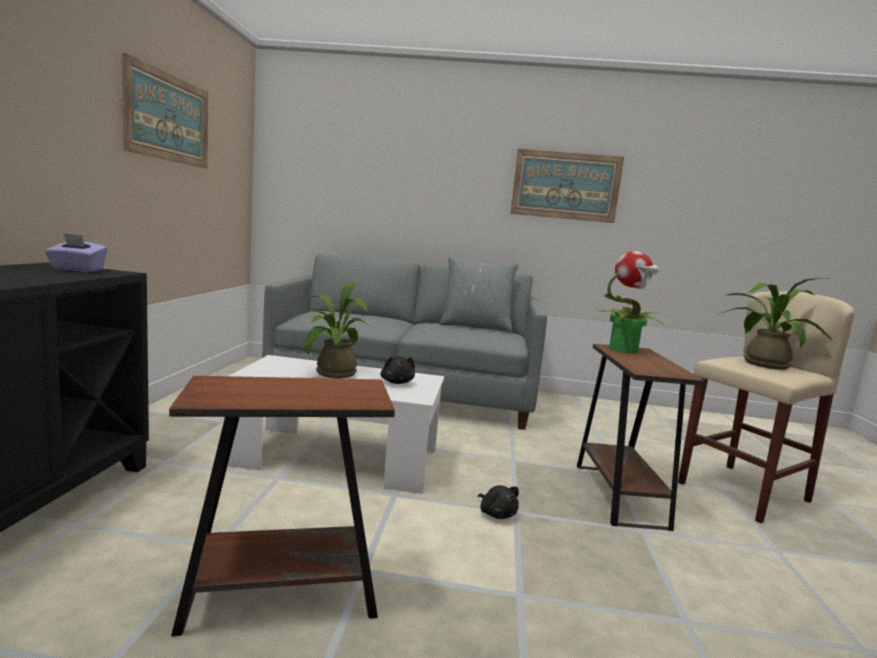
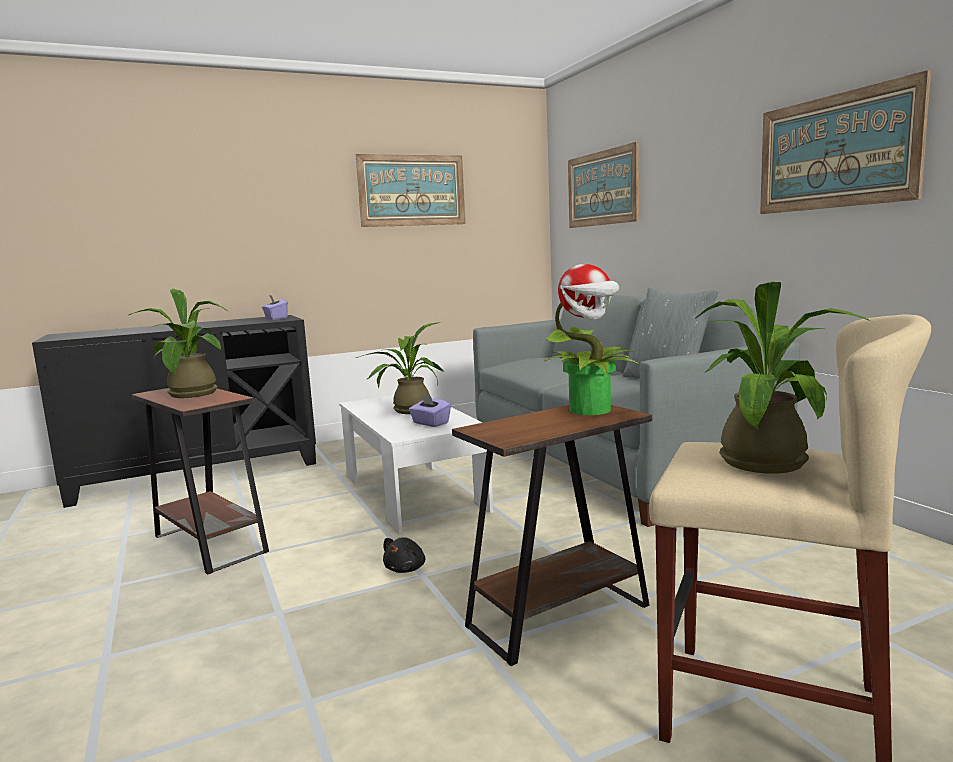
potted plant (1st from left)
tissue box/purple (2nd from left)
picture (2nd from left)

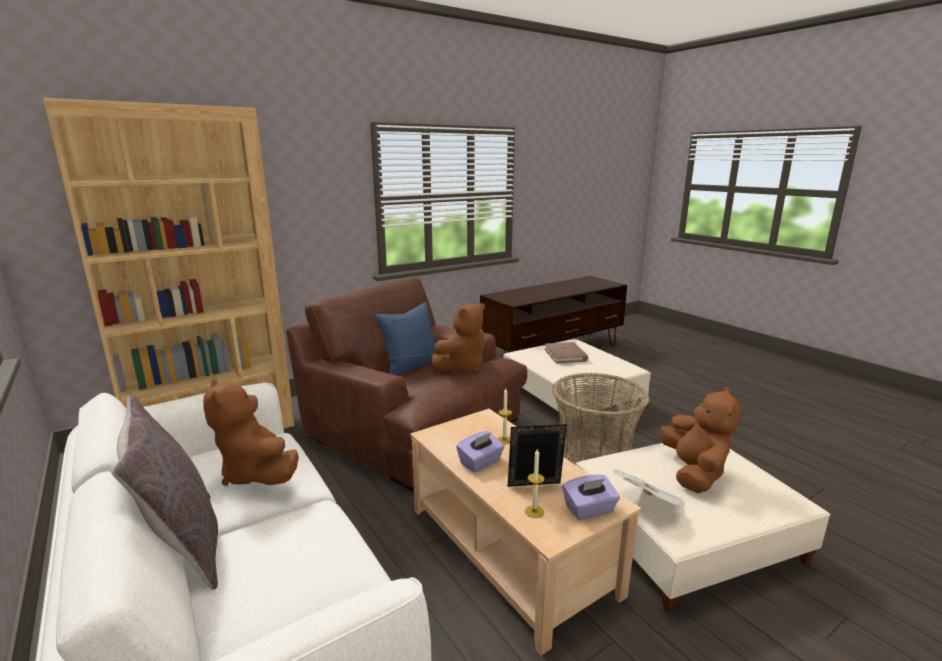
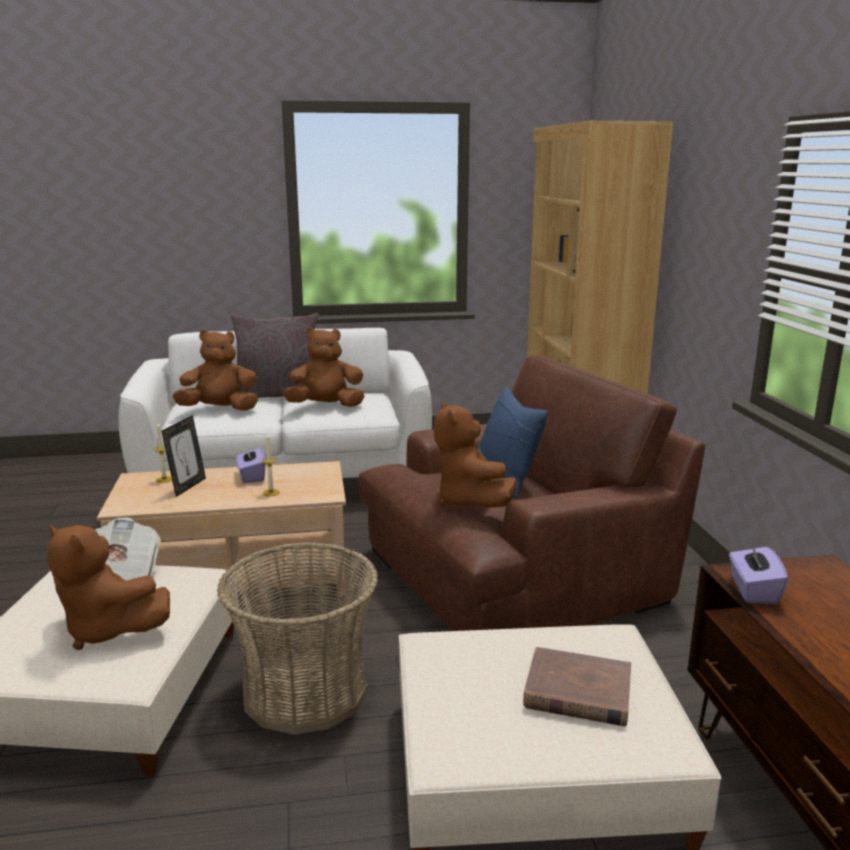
plush toy/brown (2nd from left)
tissue box/purple (2nd from left)

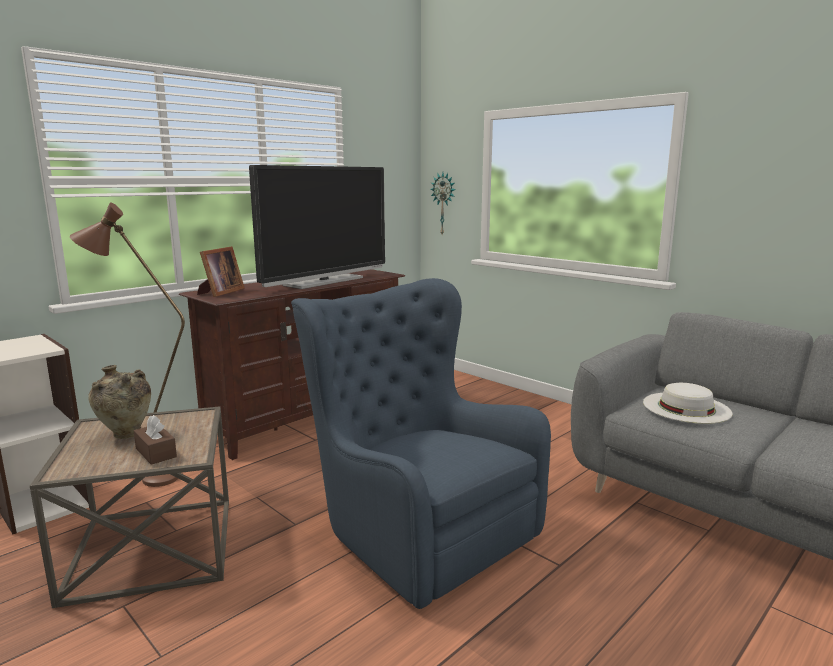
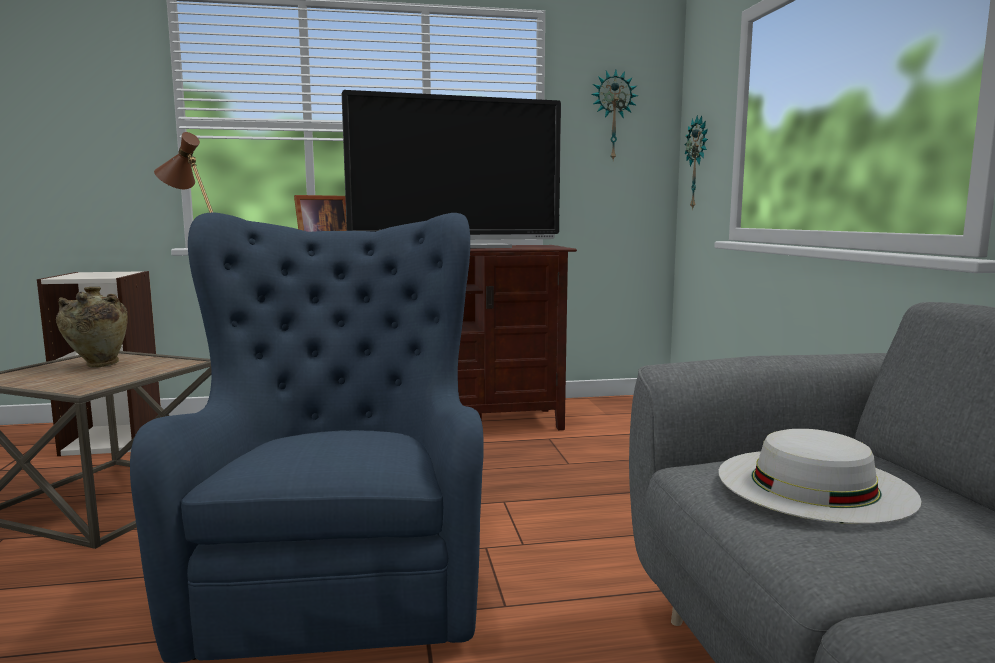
wall clock (1st from left)
tissue box/brown

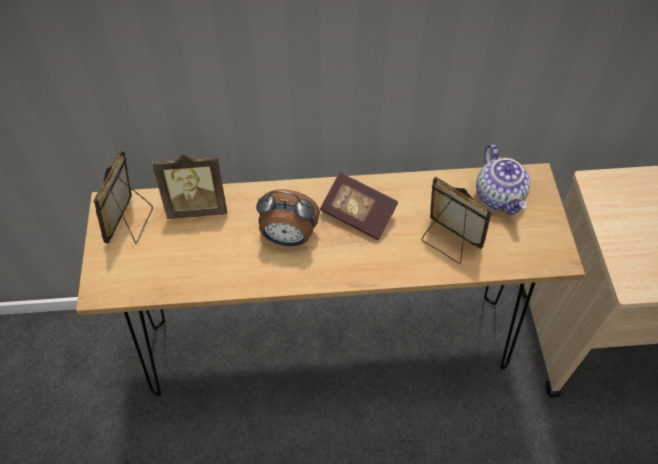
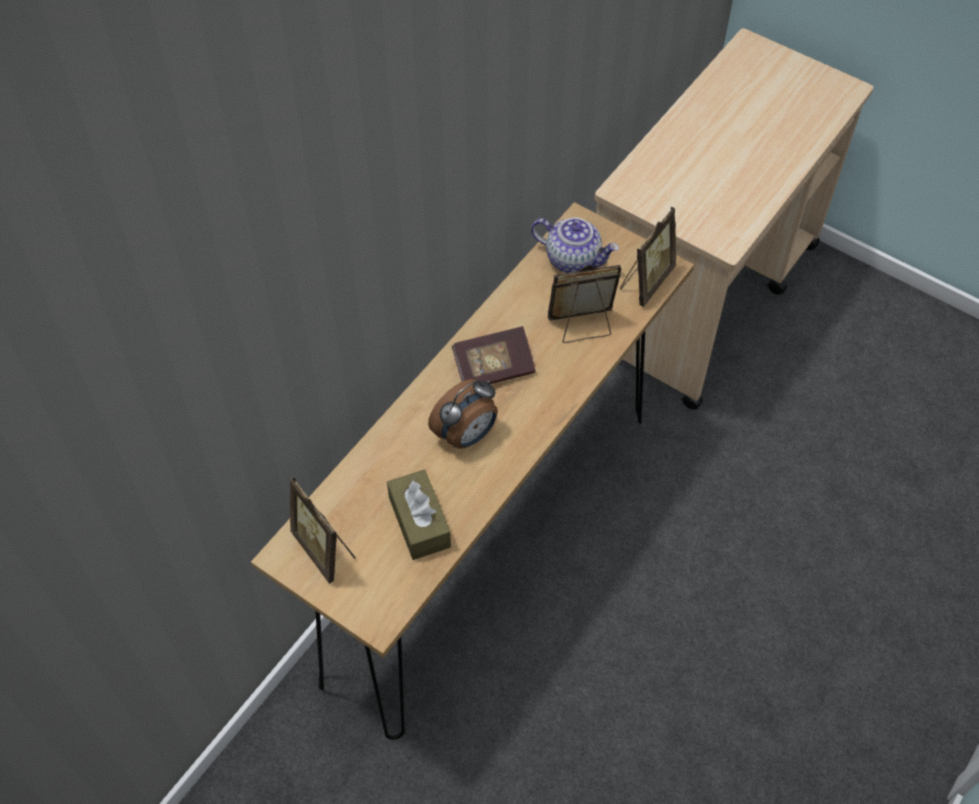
tissue box/brown
picture frame (3rd from left)

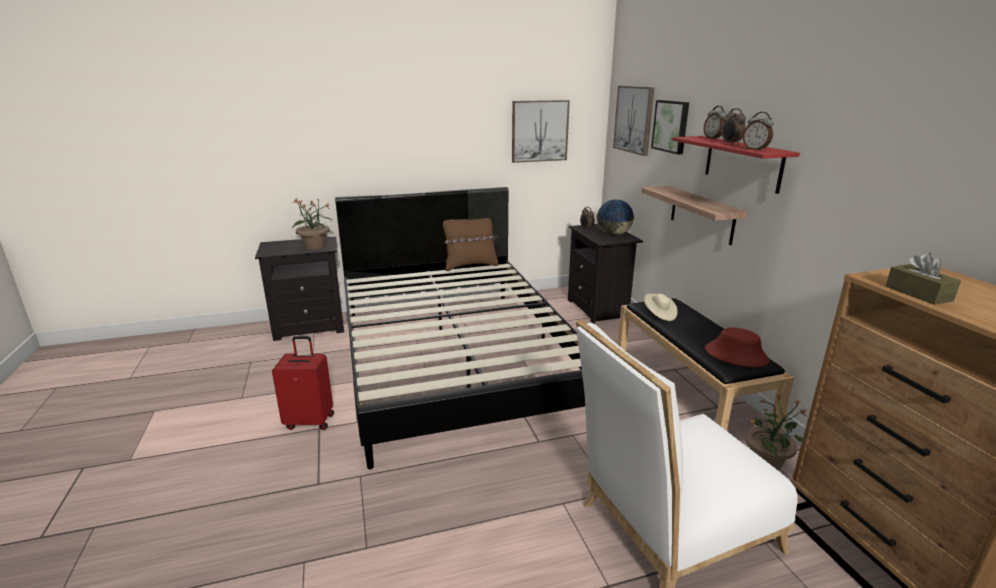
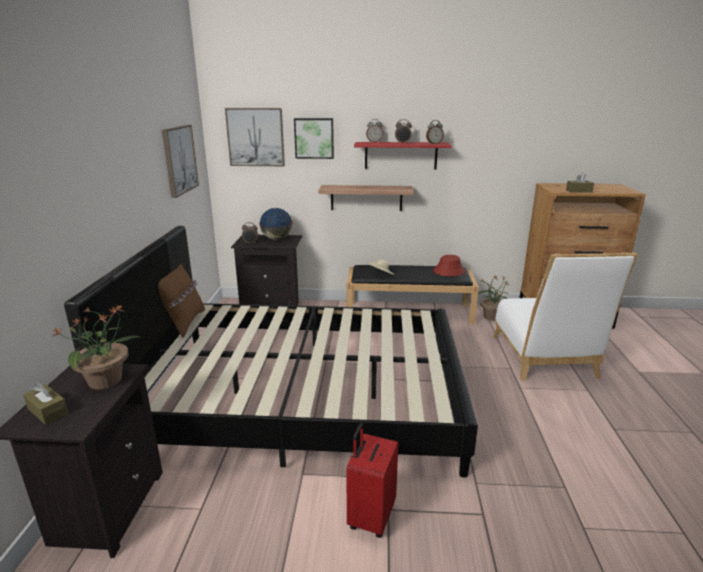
tissue box/brown (1st from left)

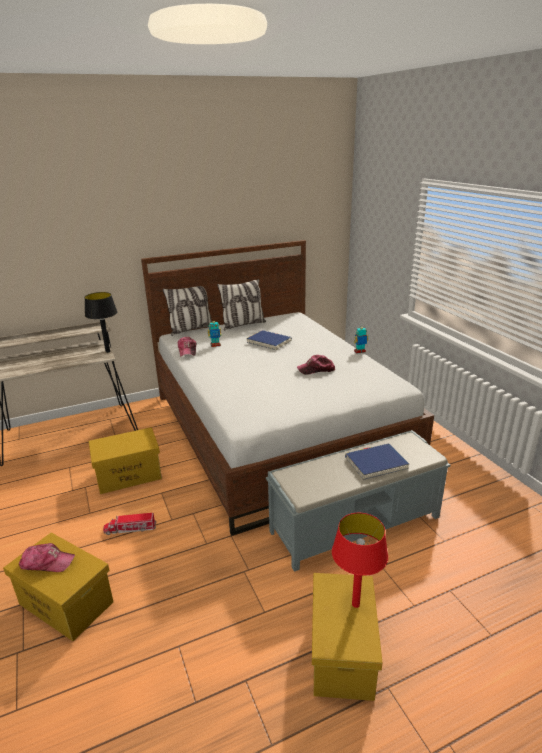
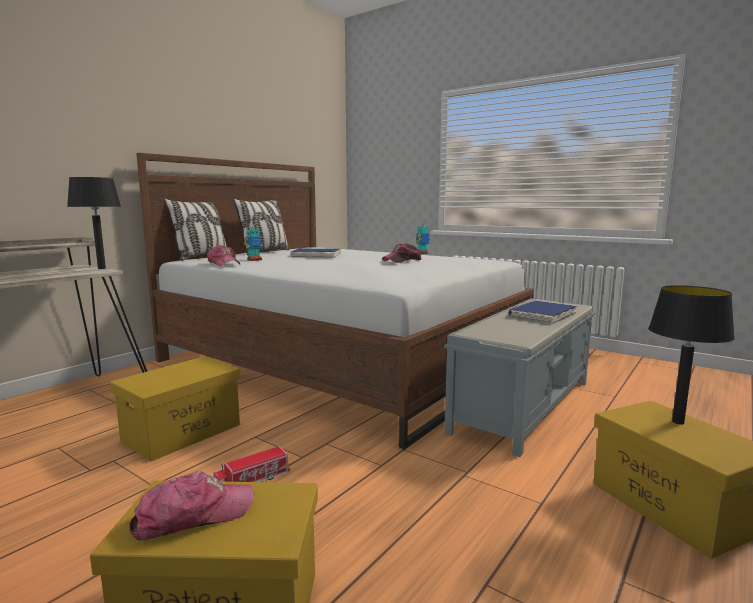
table lamp/black (2nd from left)

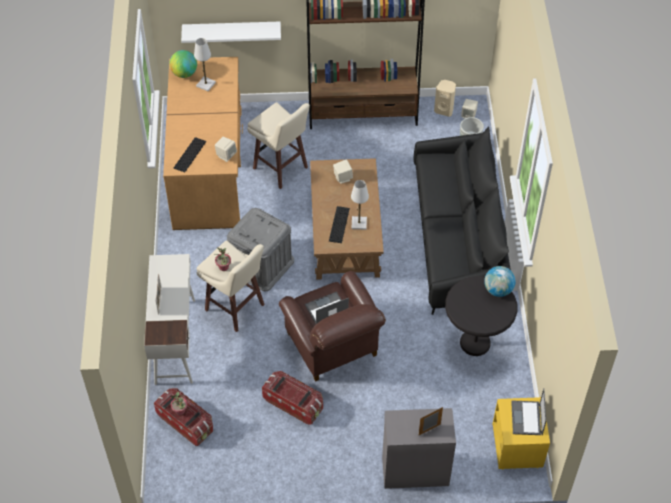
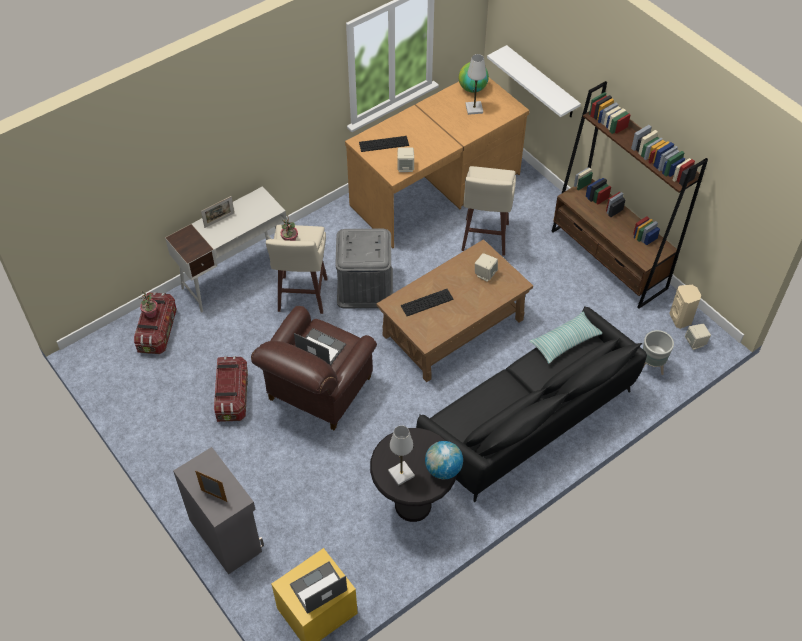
table lamp/white (1st from left)
pillow

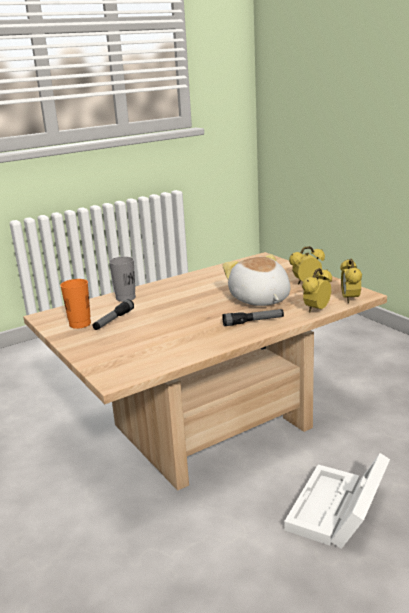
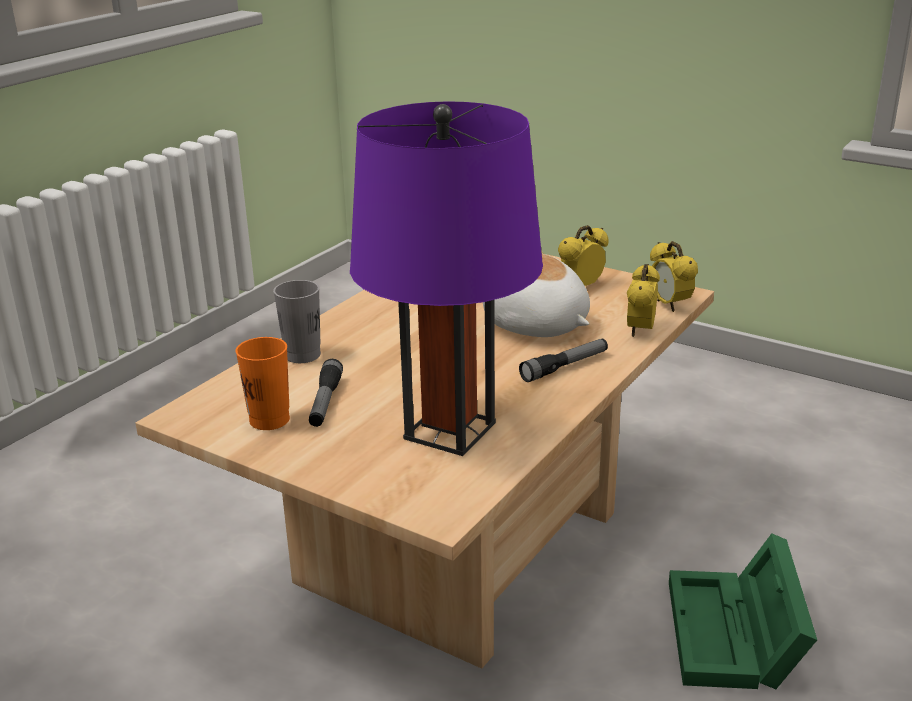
table lamp/purple
storage box/green

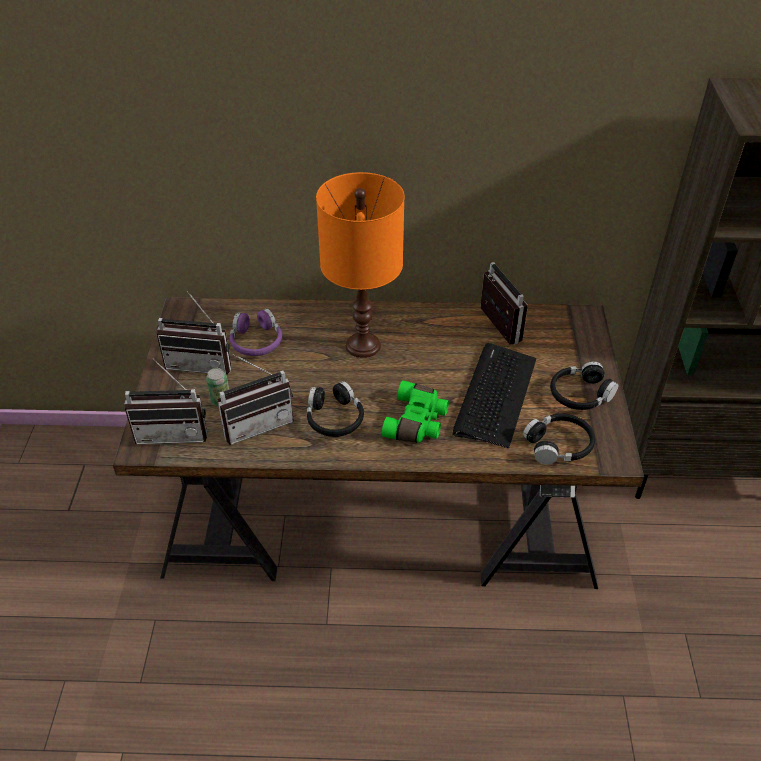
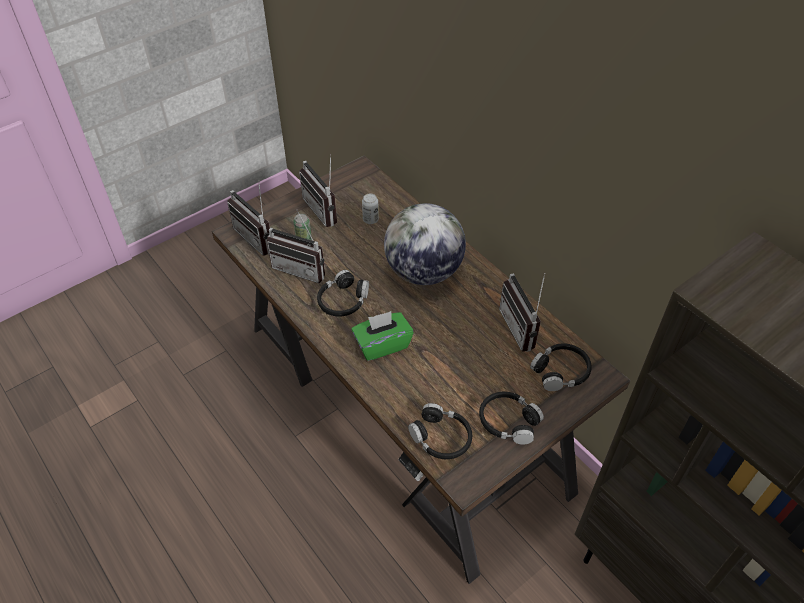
tissue box/green
can (2nd from left)
globe
radio (4th from left)
headphones/black (4th from left)
keyboard

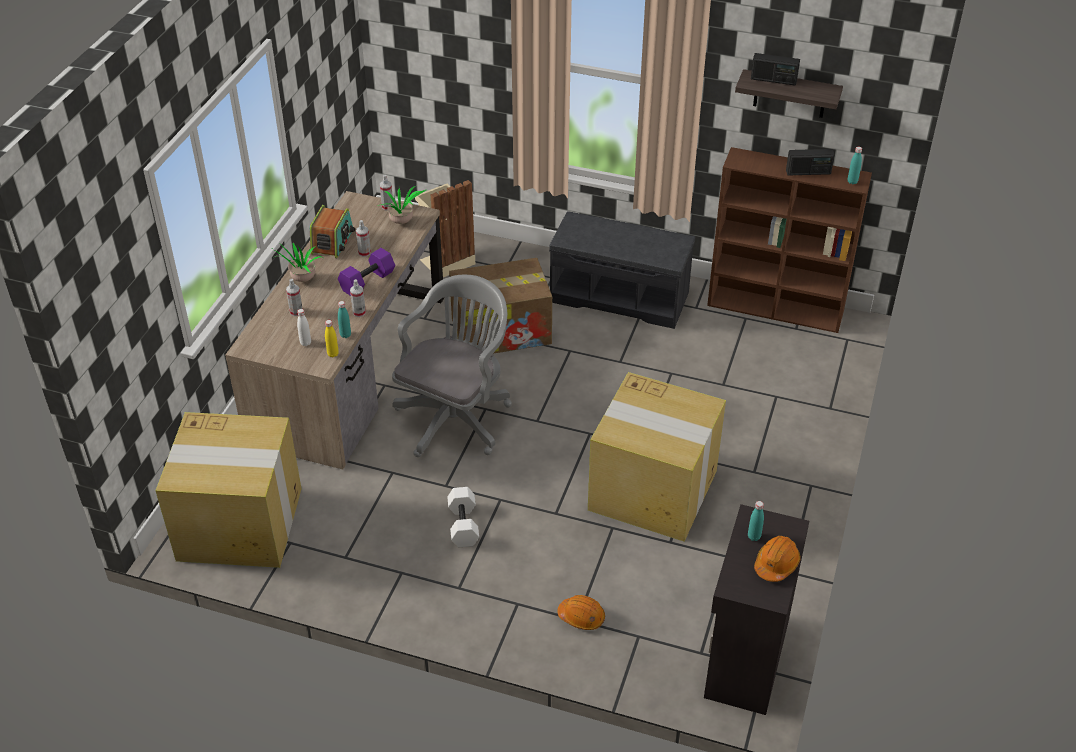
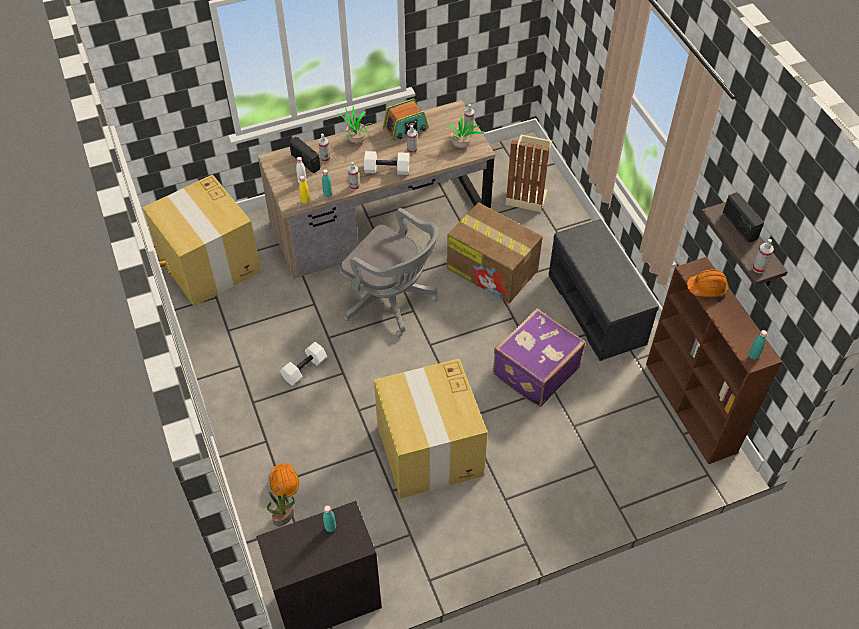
potted plant (1st from left)
radio (1st from left)
office chair/grey
dumbbell/white (2nd from left)
suitcase/purple
hard hat/orange (2nd from left)
spray bottle (5th from left)

